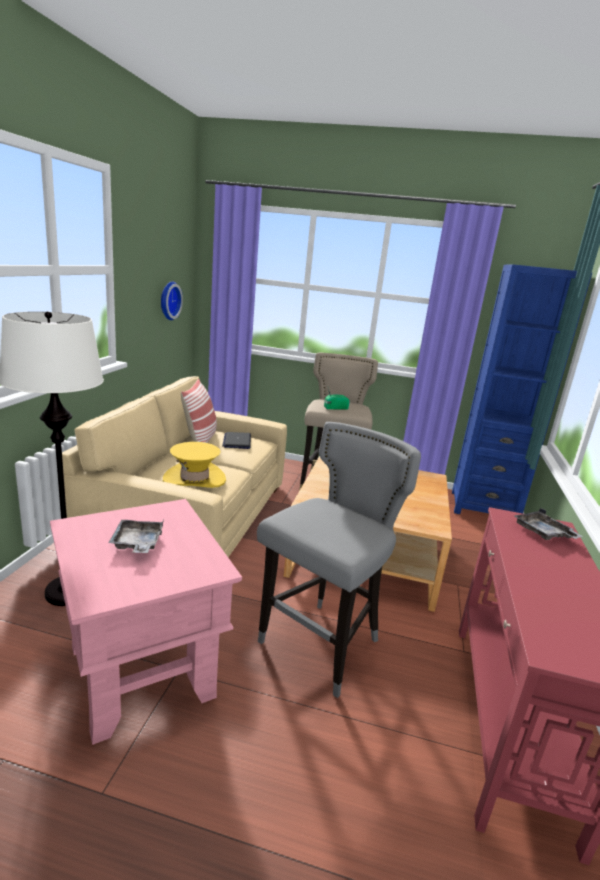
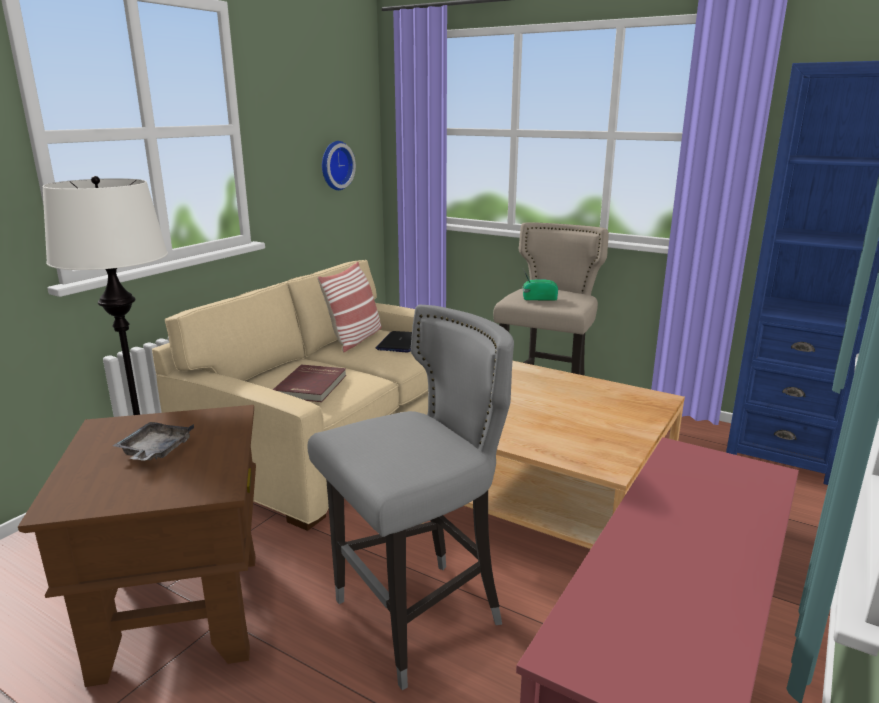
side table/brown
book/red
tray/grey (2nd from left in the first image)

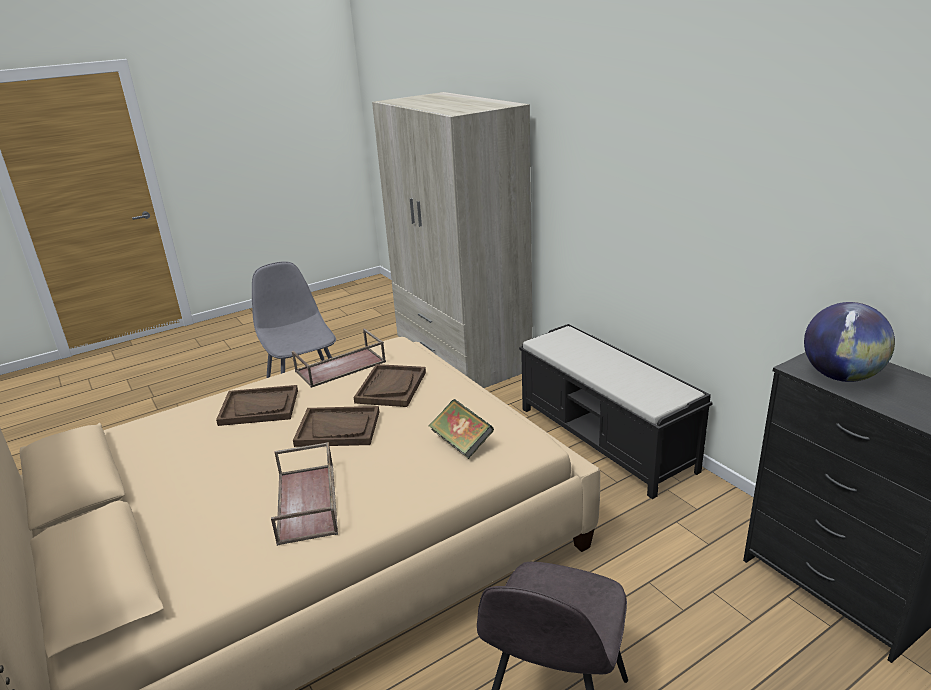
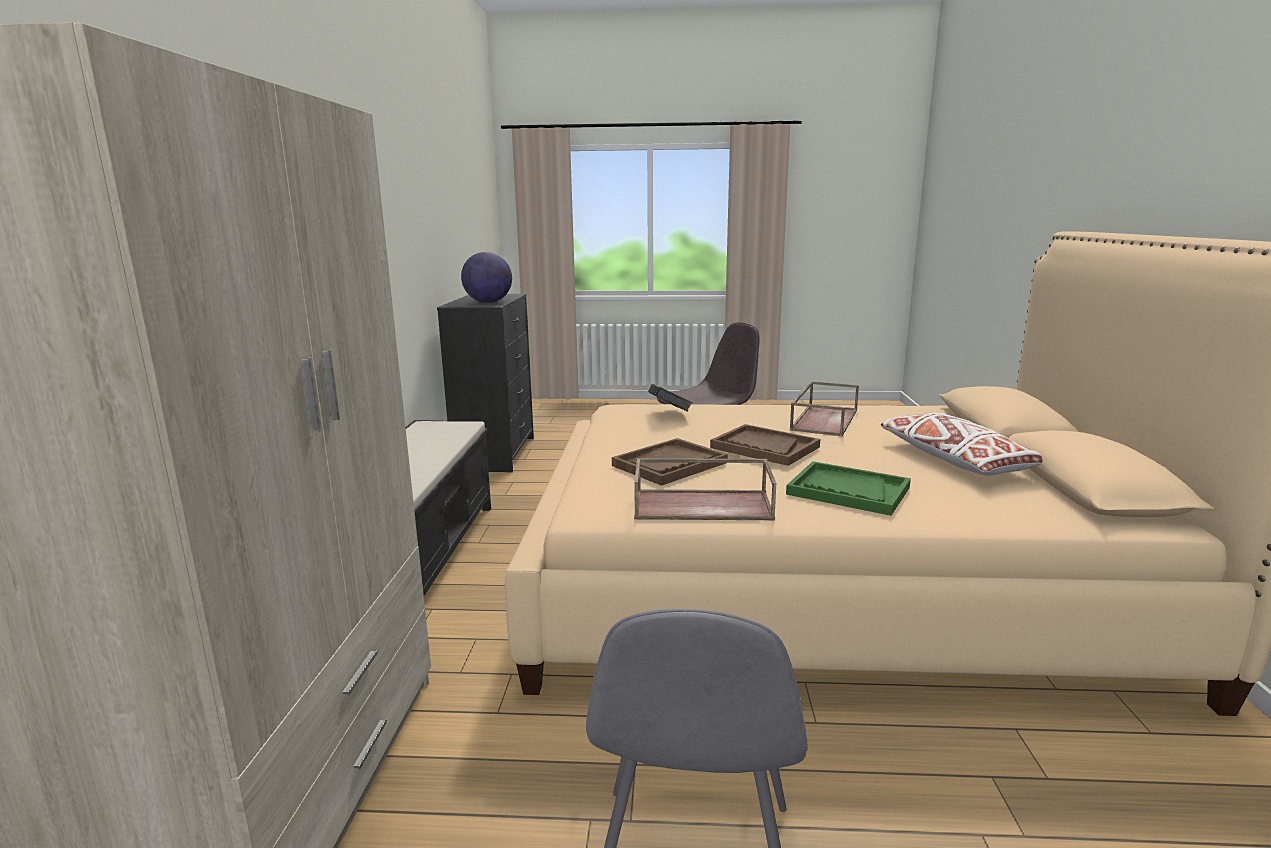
tray/green
pillow/white

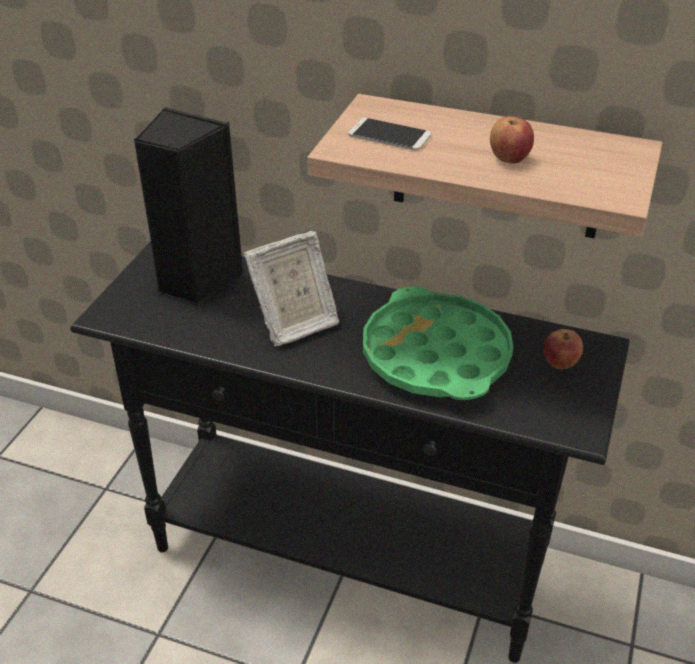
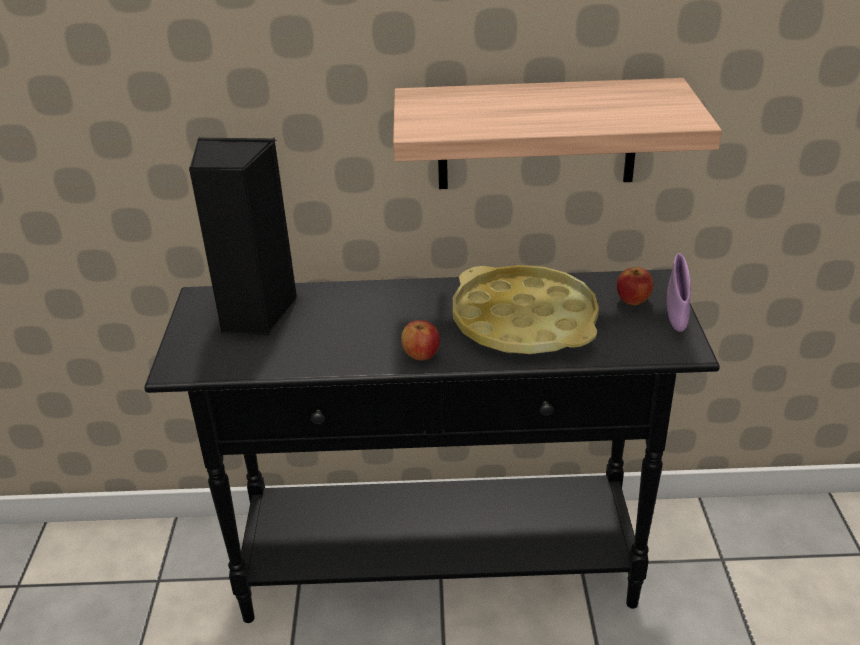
apple (1st from left)
tray/yellow
bowl/purple
picture frame
phone

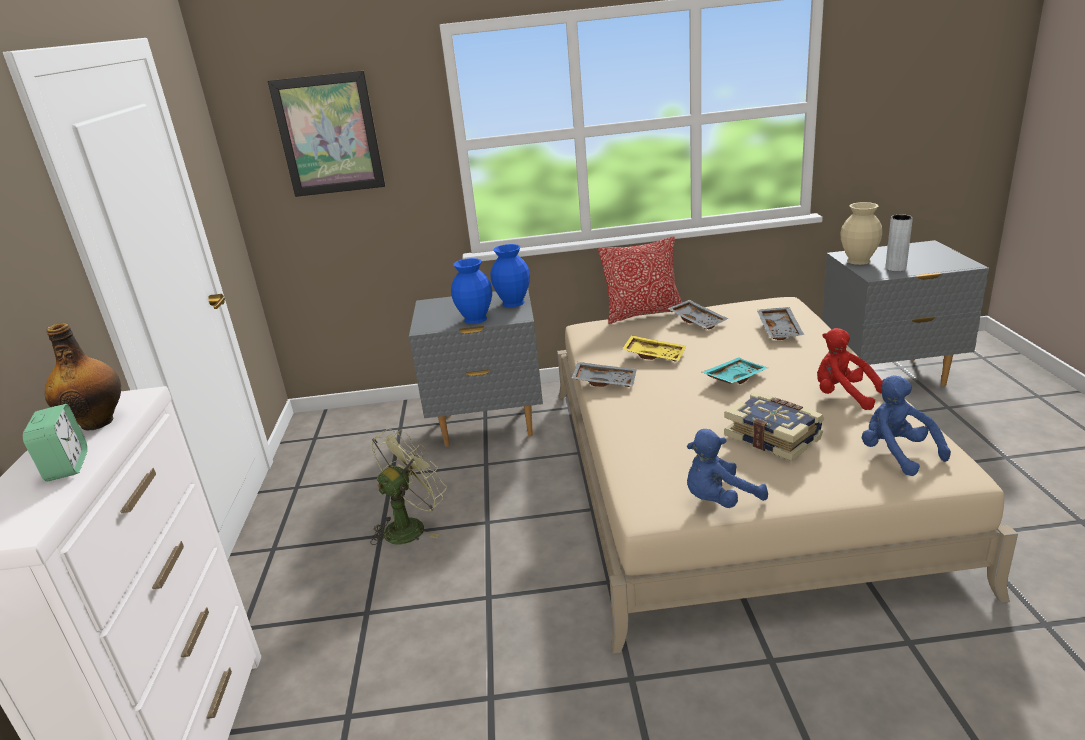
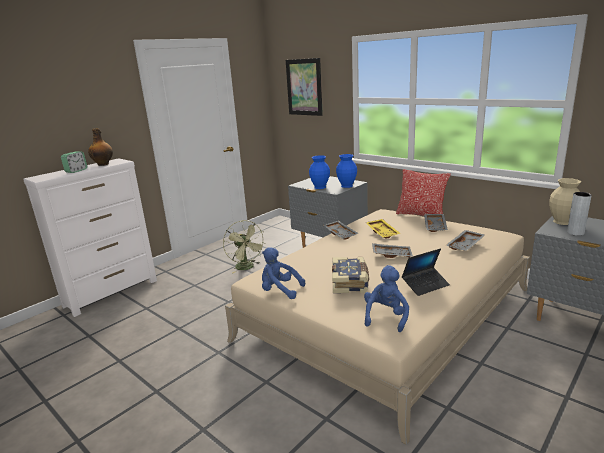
fan/green
tray/grey (2nd from left)
laptop

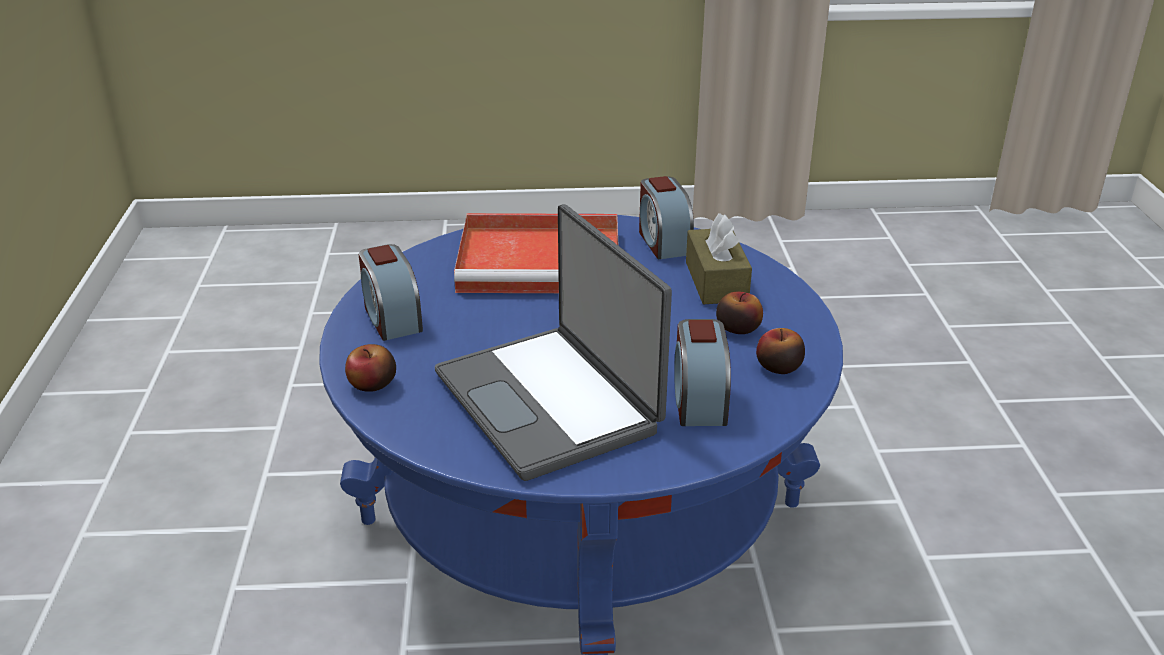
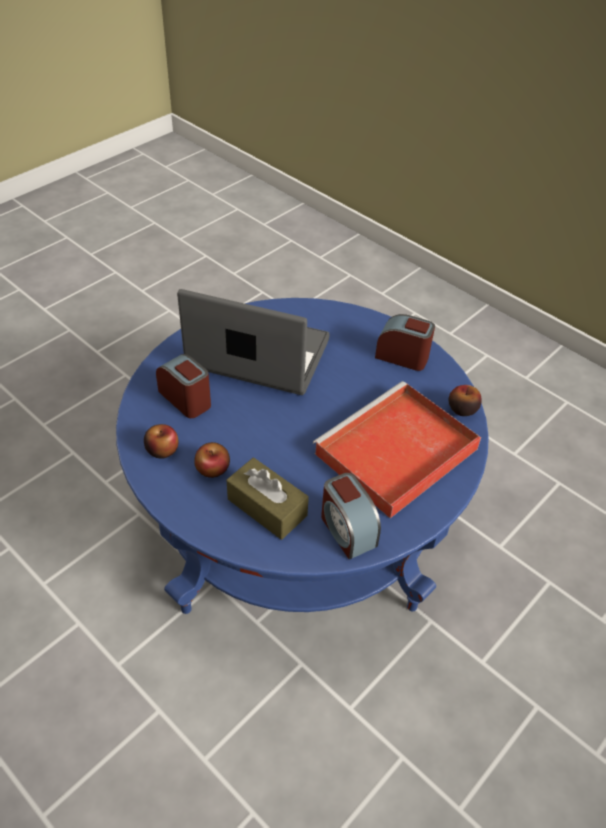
alarm clock (2nd from left)
apple (3rd from left)

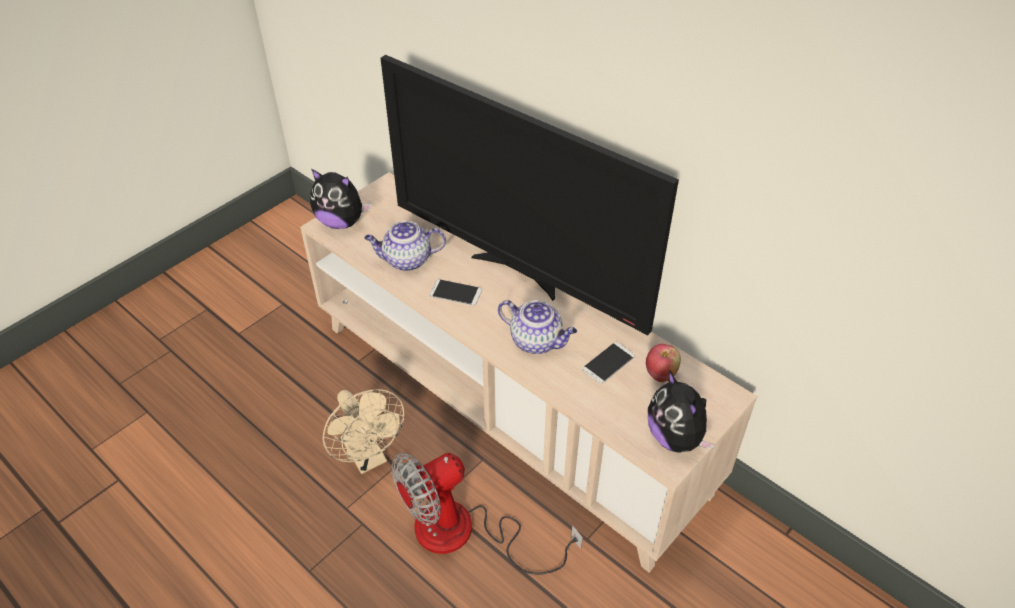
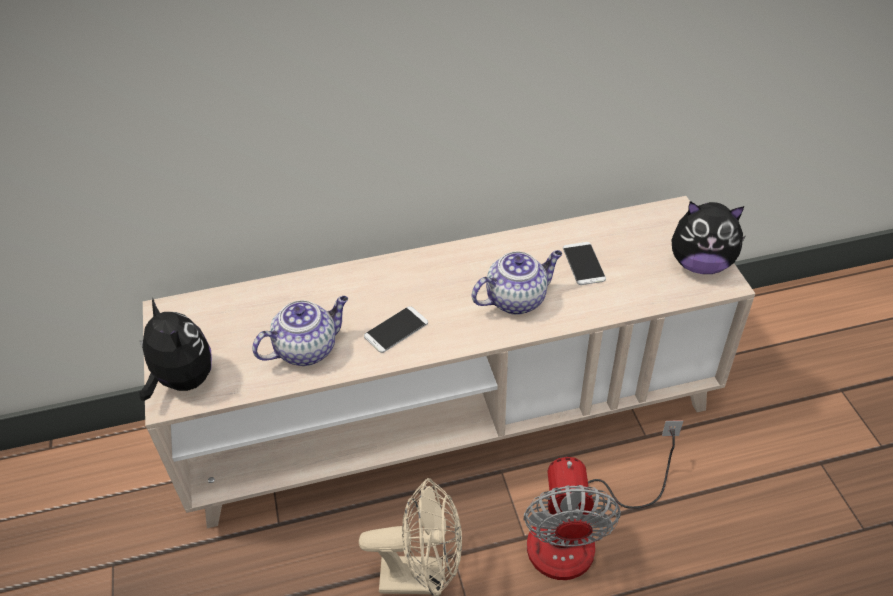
plush toy (1st from left)
teapot (1st from left)
television
apple

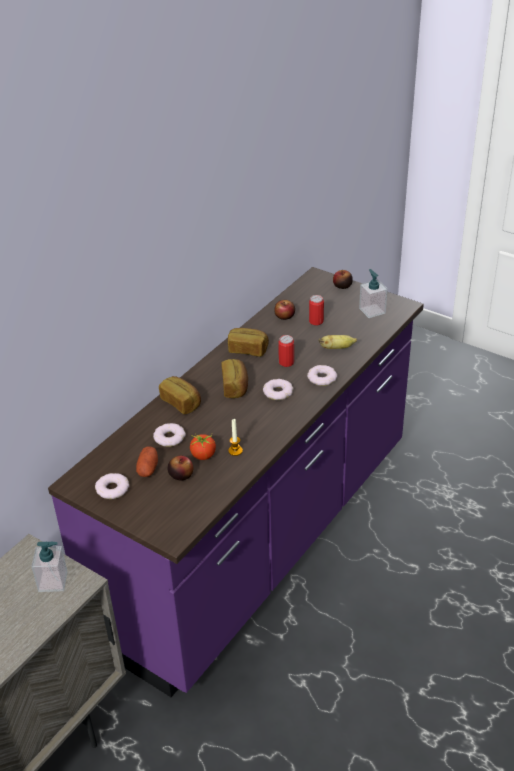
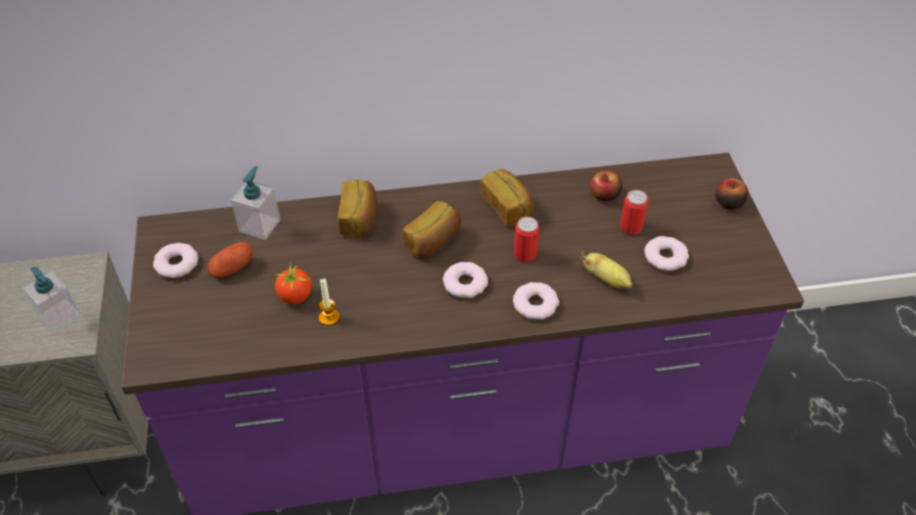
soap dispenser (2nd from left)
donut (4th from left)
apple (1st from left in the first image)

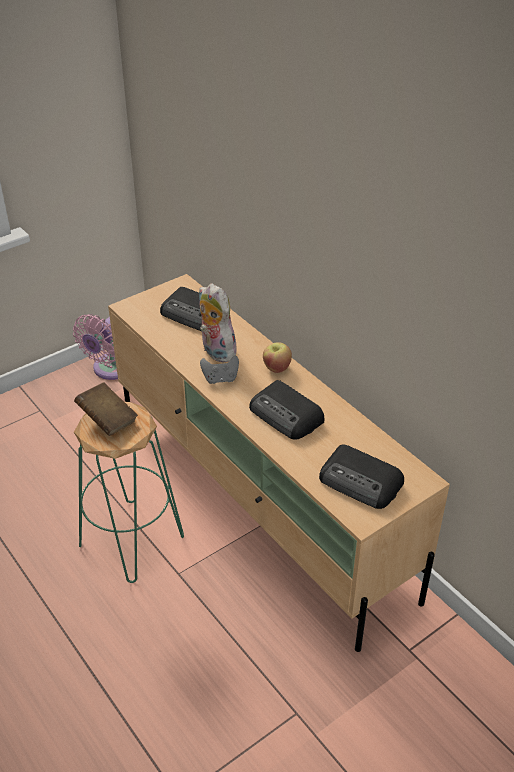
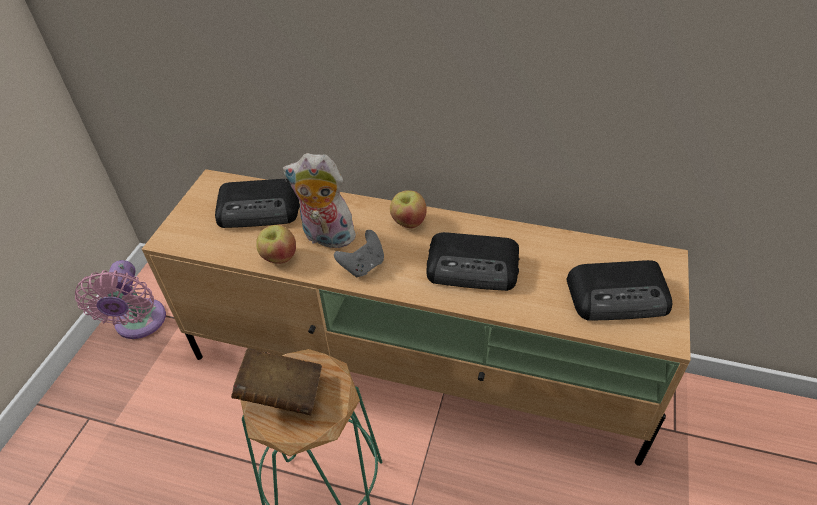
apple (1st from left)

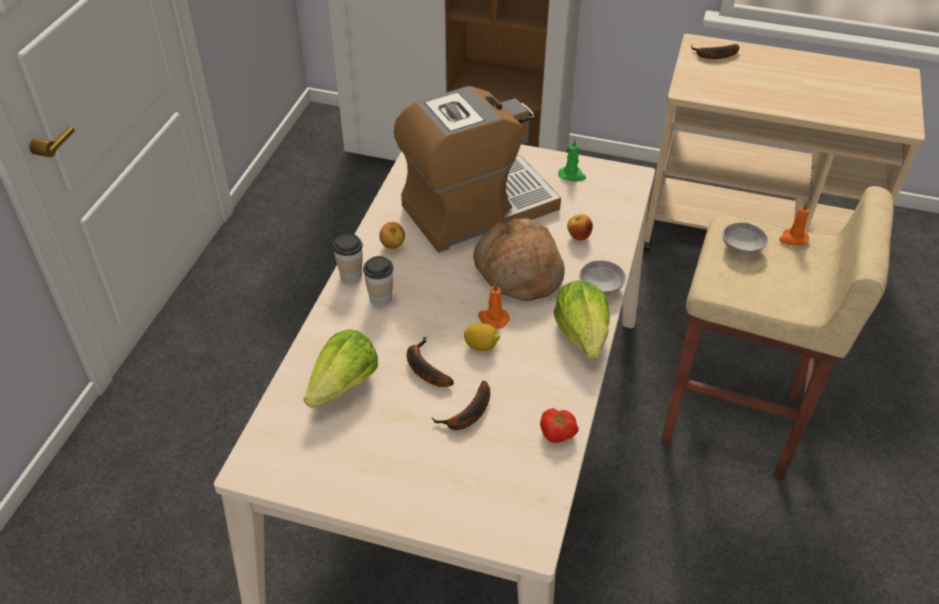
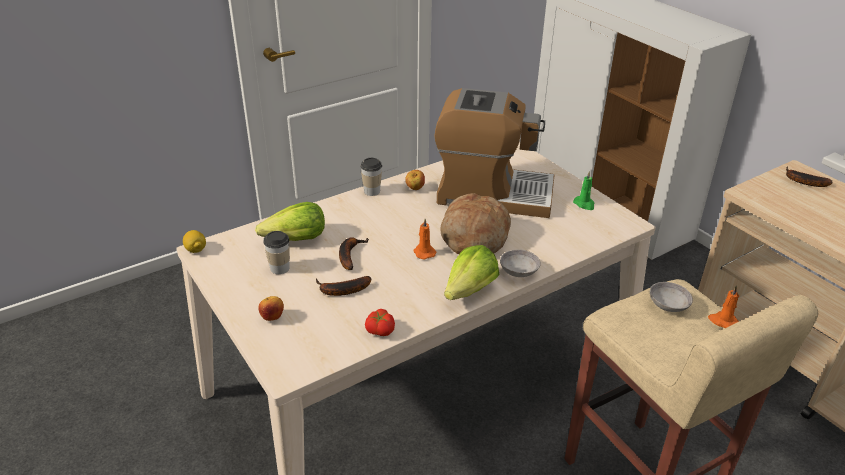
lemon
apple (1st from left)
cup (1st from left)

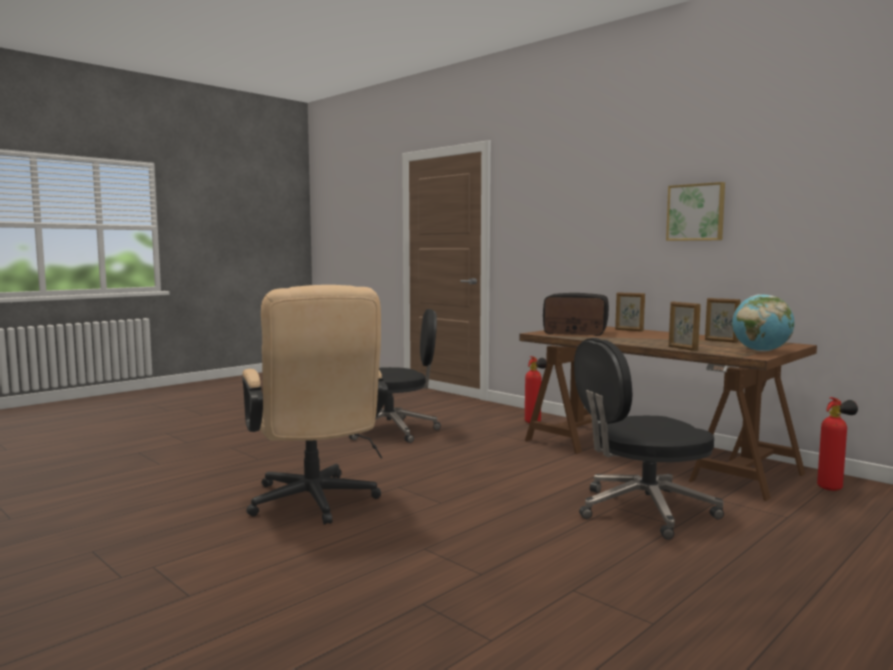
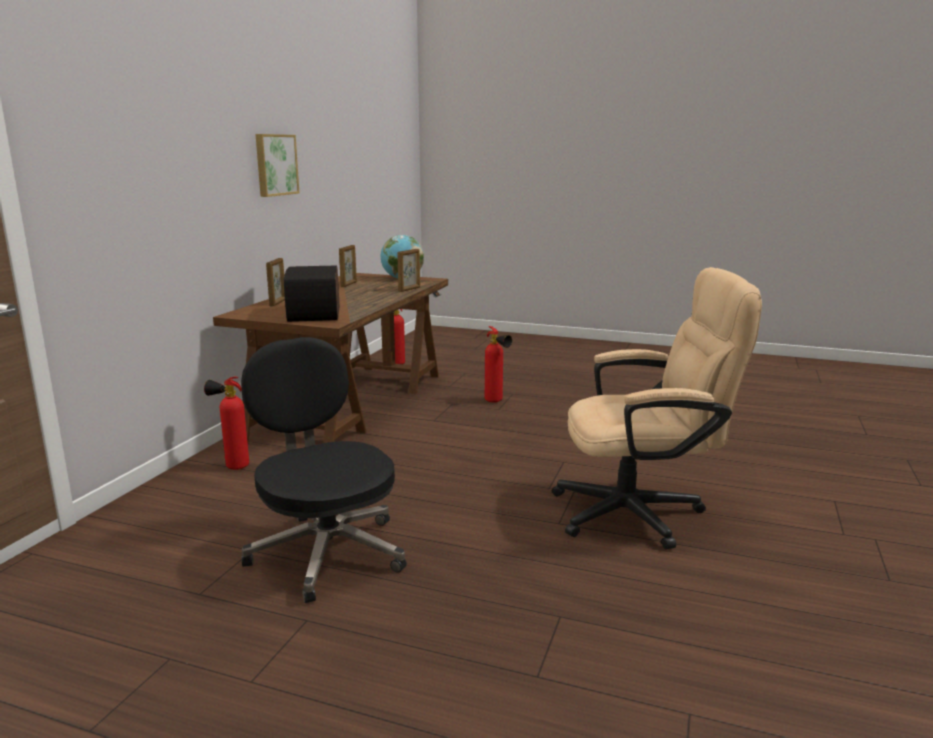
fire extinguisher (3rd from left)
office chair/beige

